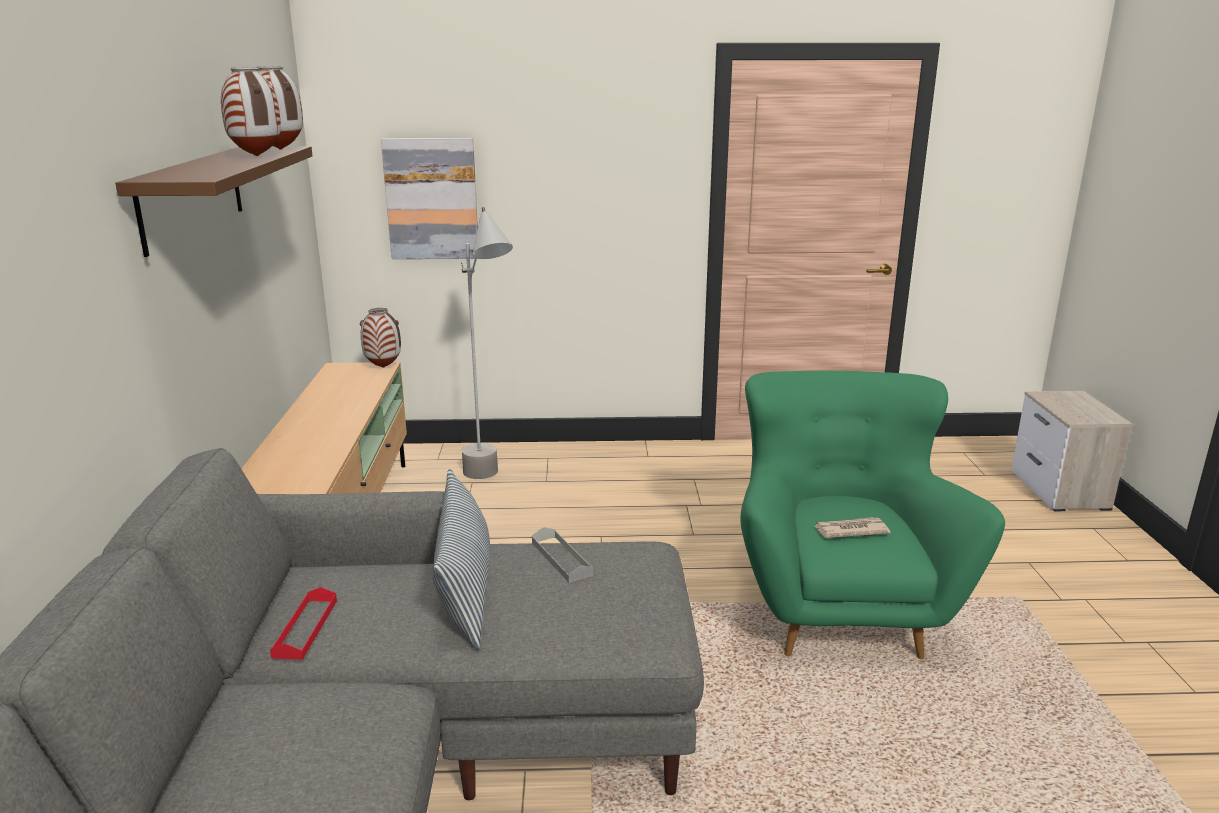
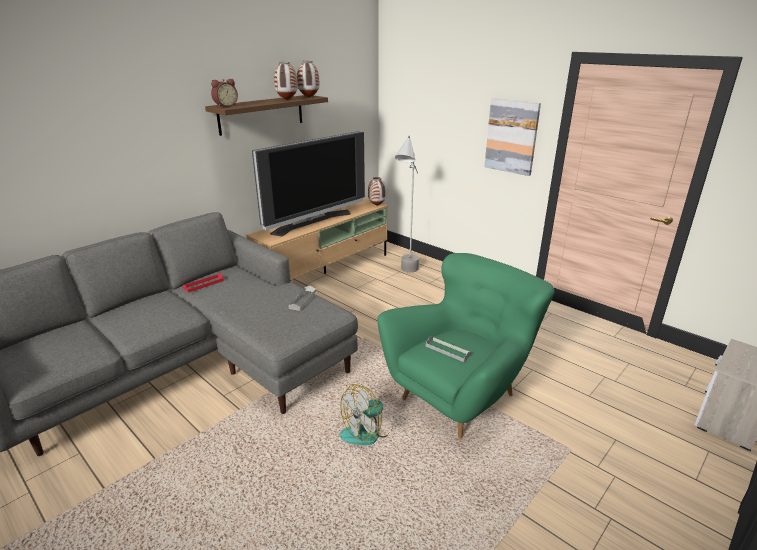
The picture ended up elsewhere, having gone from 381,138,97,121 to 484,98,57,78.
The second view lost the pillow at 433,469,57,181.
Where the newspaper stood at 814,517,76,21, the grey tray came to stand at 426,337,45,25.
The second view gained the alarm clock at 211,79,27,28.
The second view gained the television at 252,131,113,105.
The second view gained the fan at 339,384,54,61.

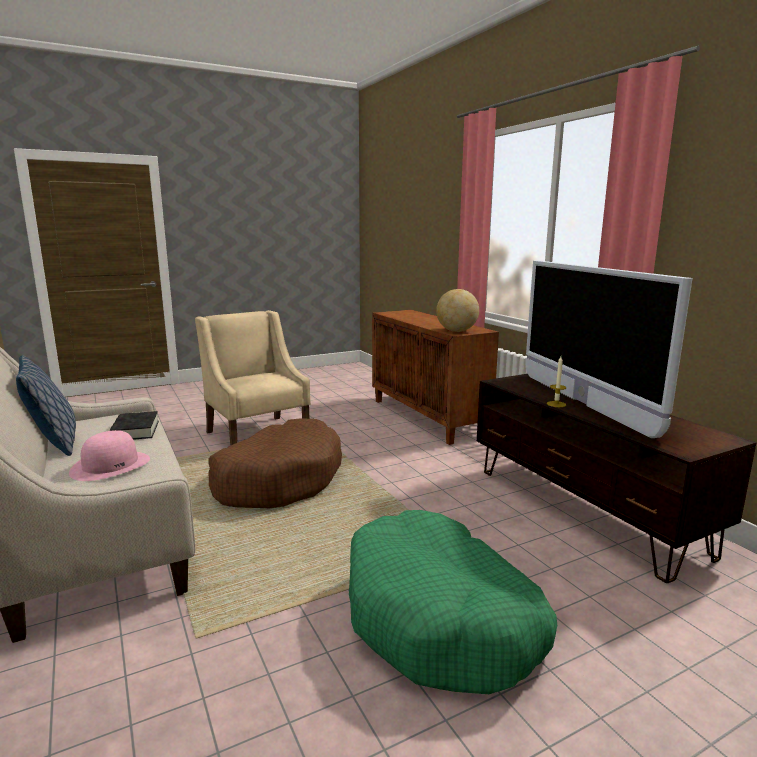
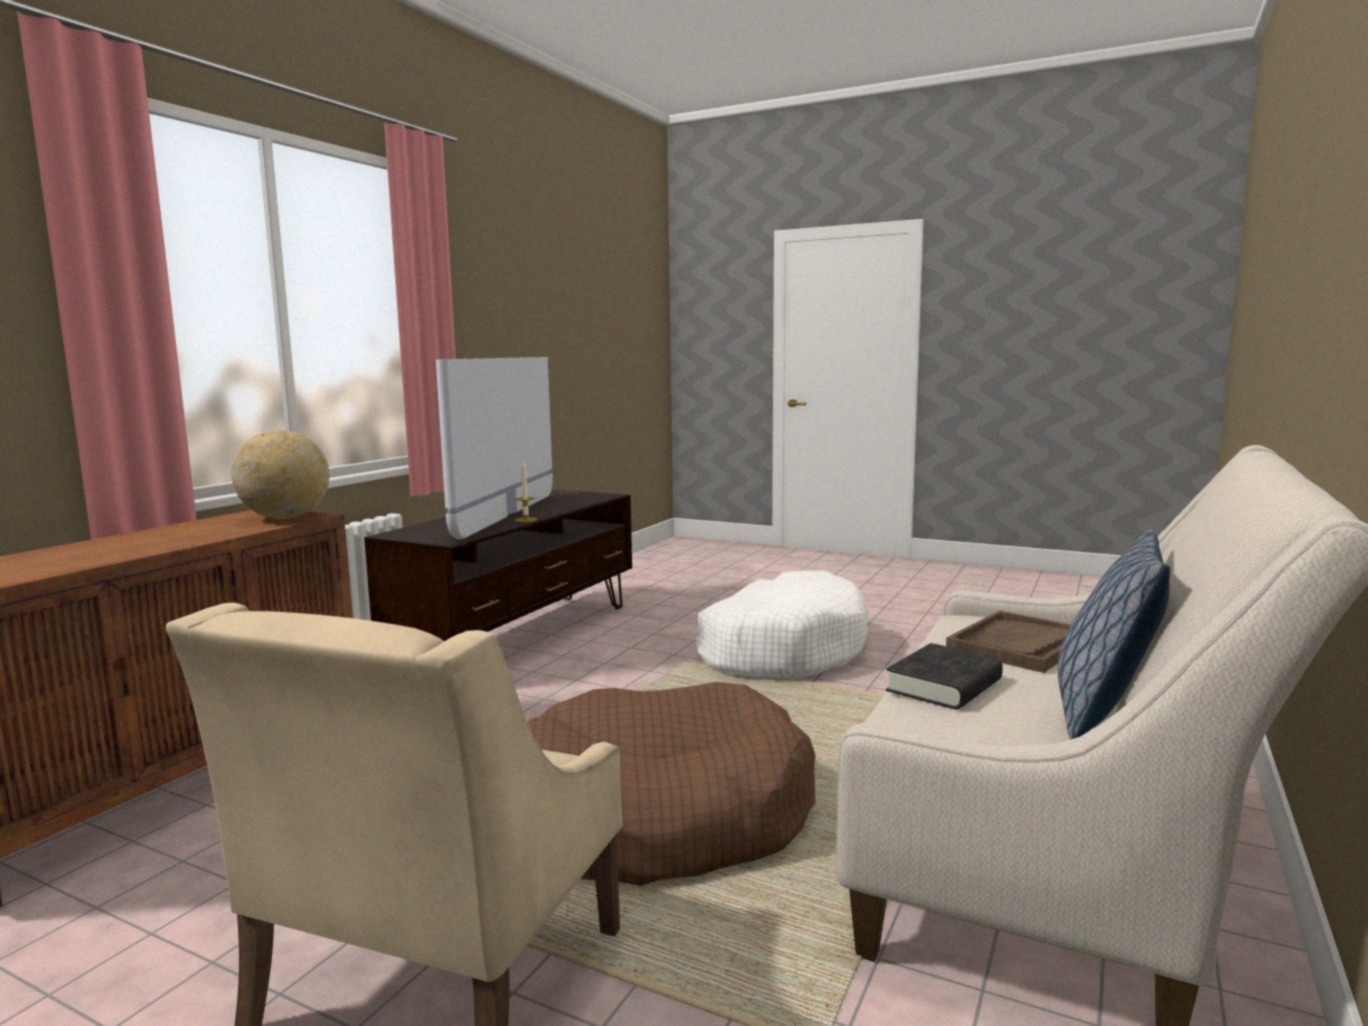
Where the pink hat stood at 69,430,81,51, the brown tray came to stand at 946,610,125,63.
What was the green dog bed at 349,510,208,184 turned into the white dog bed at 695,571,174,107.
The television at 525,261,168,177 ended up facing another way, 150 degrees clockwise from before.

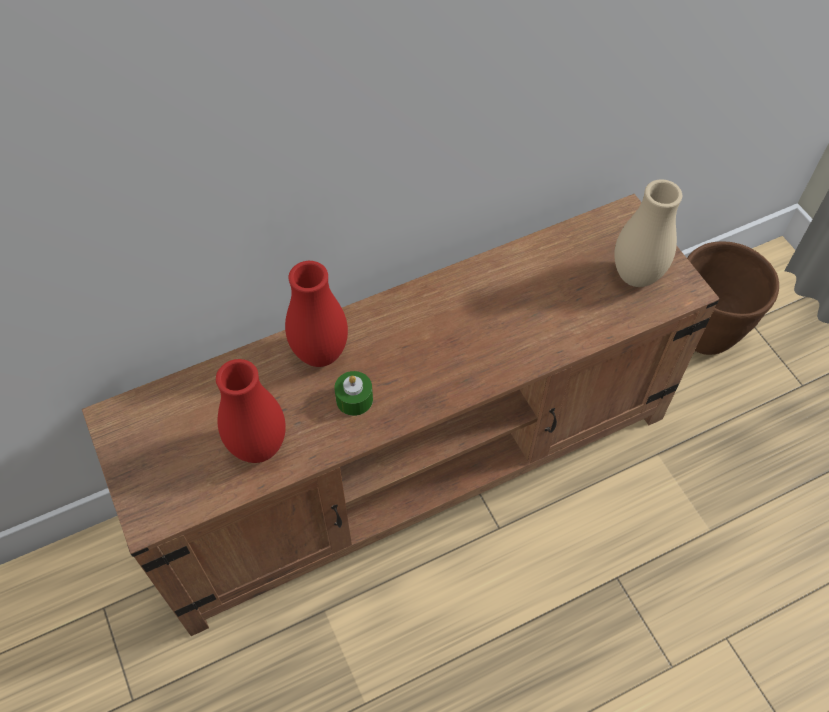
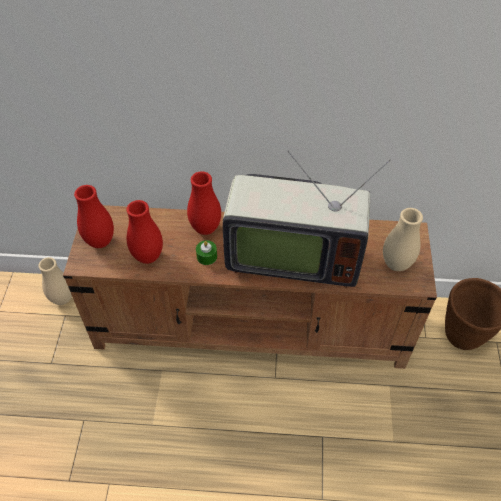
The second view gained the beige vase at 38,257,34,48.
The second view gained the red vase at 74,185,40,63.
The second view gained the television at 223,150,168,138.

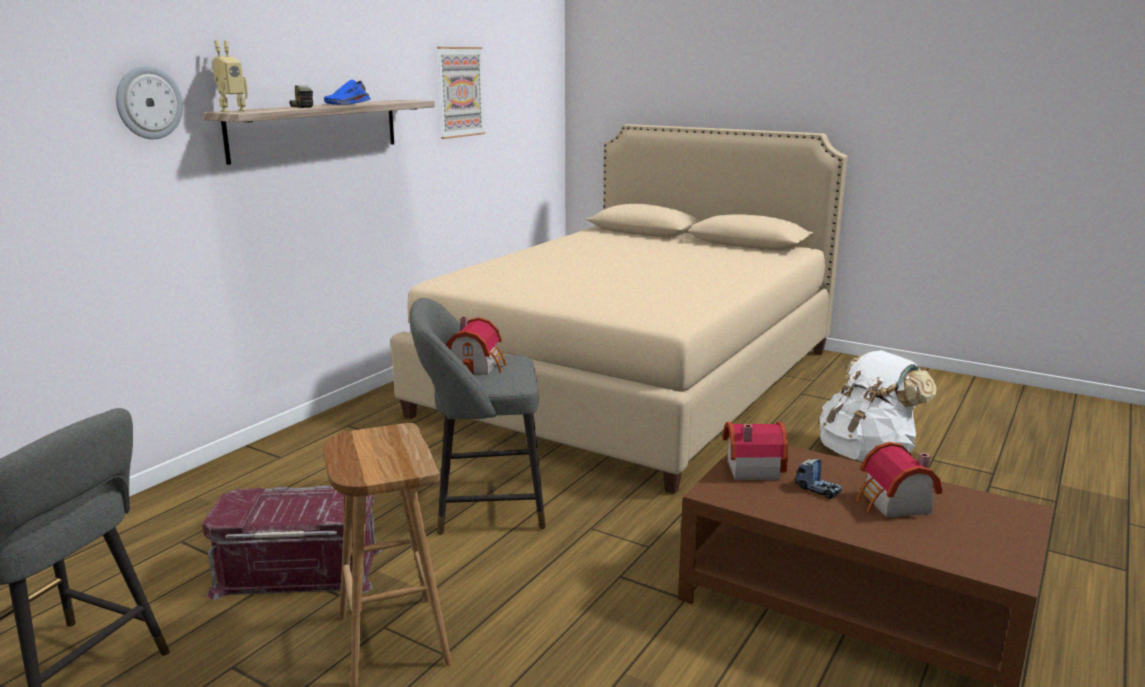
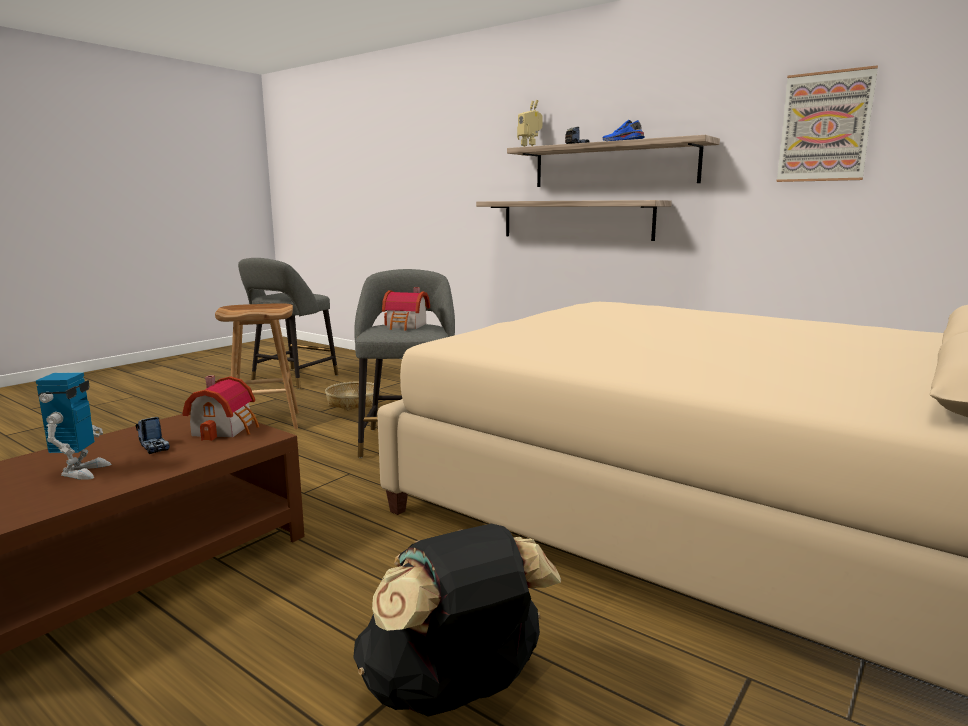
The second view lost the wall clock at 116,65,67,74.
Where the red storage box stood at 202,485,180,115, the basket came to stand at 325,381,55,29.
The toy truck at 795,459,47,40 ended up facing another way, 90 degrees counterclockwise from before.
What was the white backpack at 819,350,118,112 turned into the black backpack at 353,524,208,193.
Where the toy house stood at 856,442,86,75, the toy robot came to stand at 36,372,75,107.
The second view gained the shelf at 476,200,196,41.

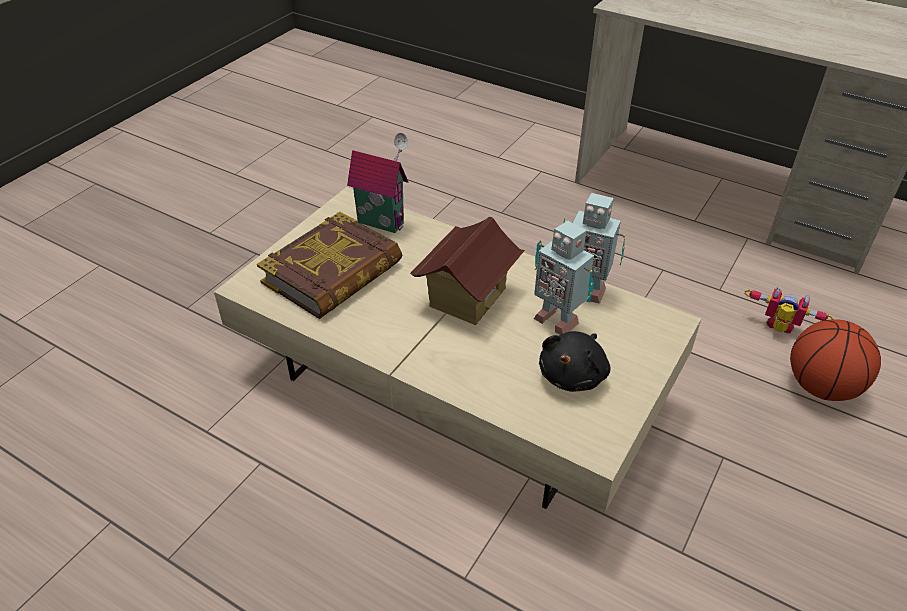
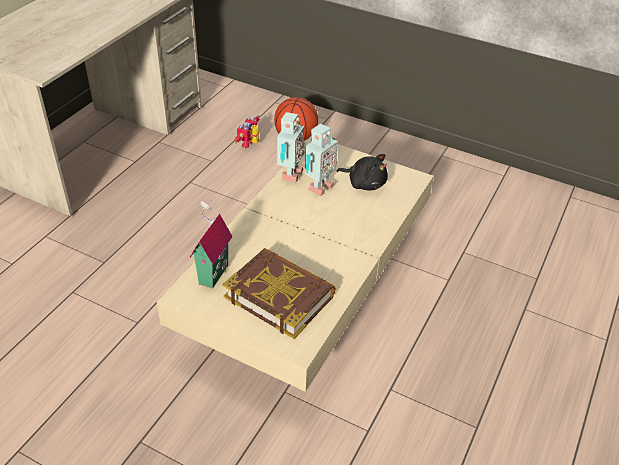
The second view lost the toy house at 410,217,115,108.

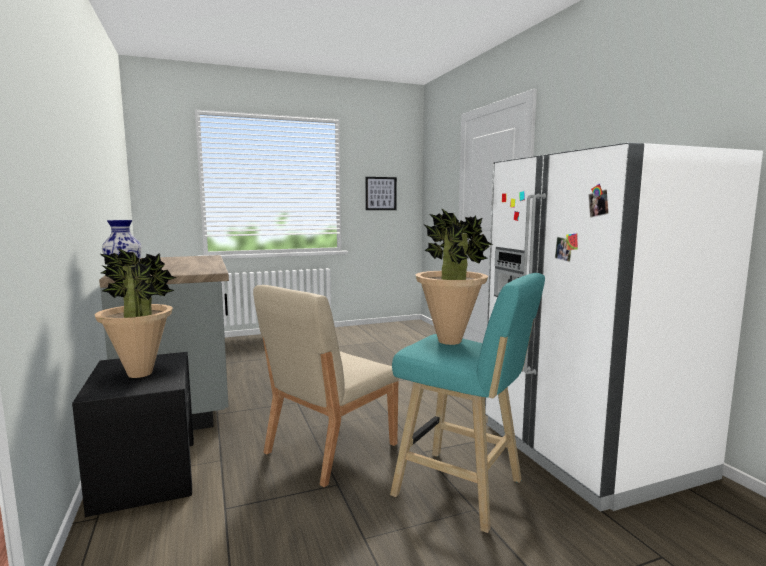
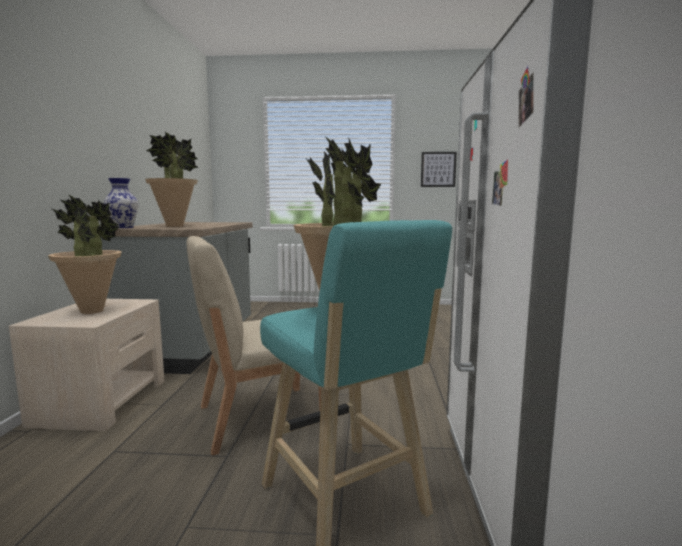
What was the black nightstand at 72,352,122,165 turned into the beige nightstand at 9,299,156,132.
The second view gained the potted plant at 145,131,53,96.

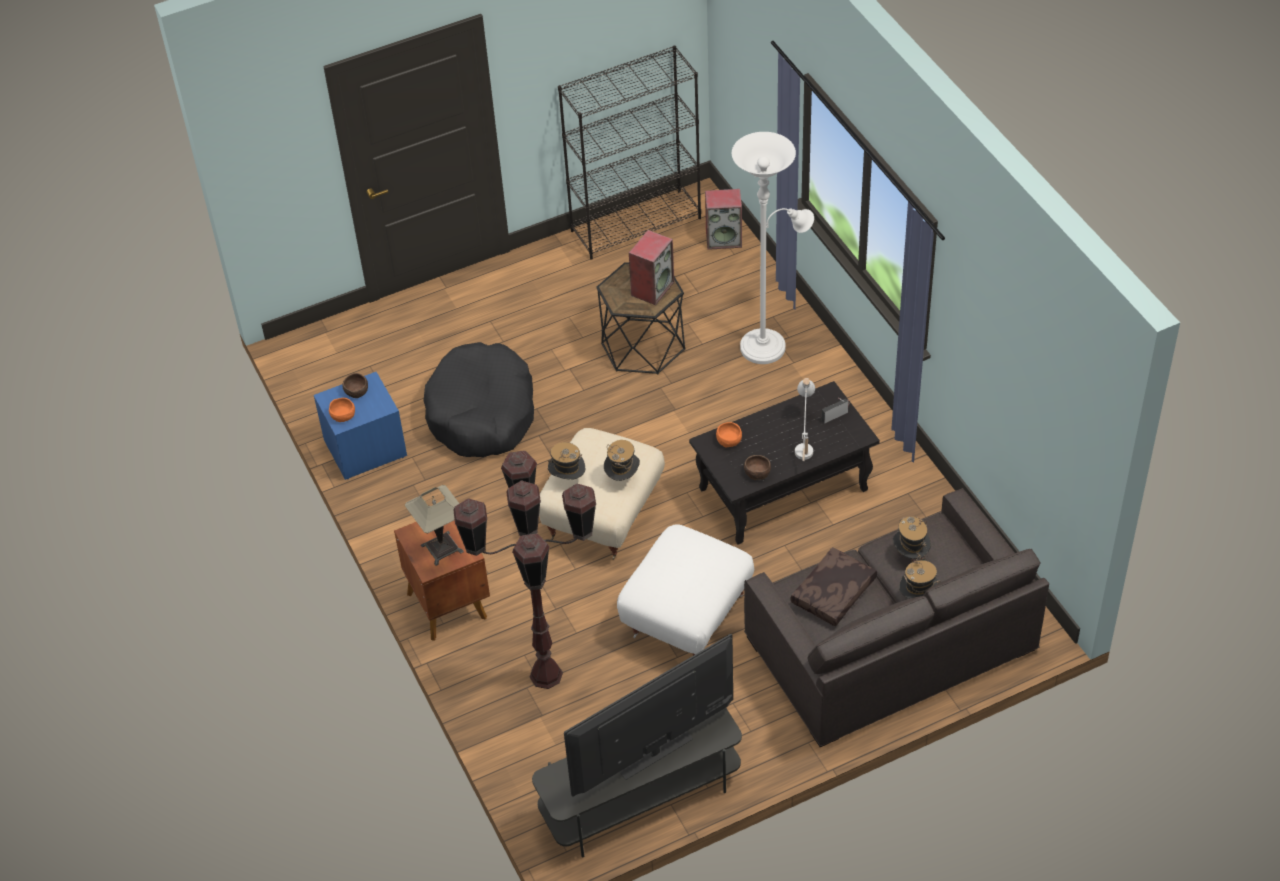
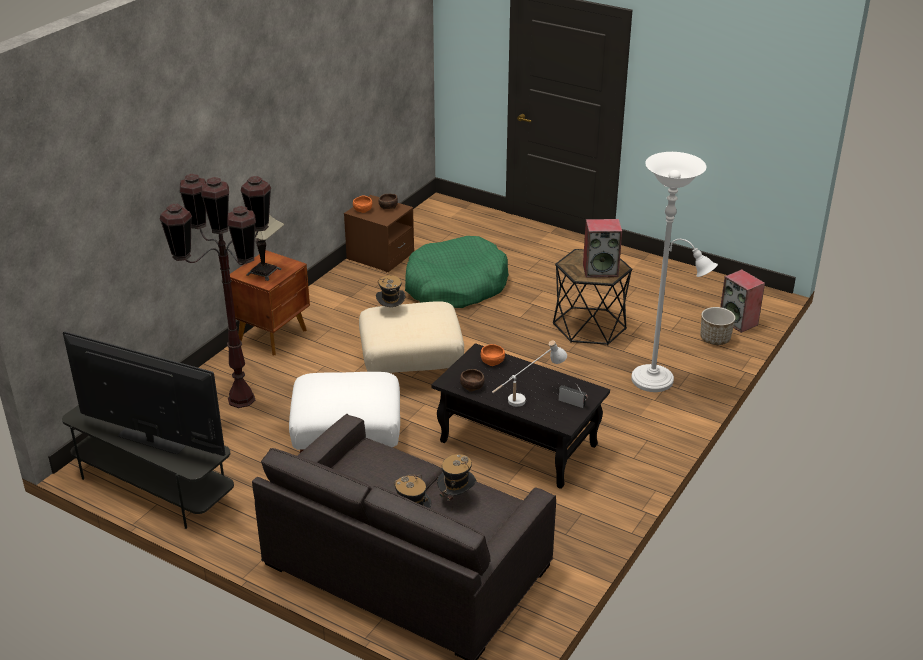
What was the blue nightstand at 314,372,93,108 turned into the brown nightstand at 344,195,70,77.
What was the black dog bed at 423,342,111,115 turned into the green dog bed at 405,236,104,72.
The second view lost the black bookcase at 558,46,143,213.
The second view lost the hat at 604,440,36,41.
The second view lost the brown pillow at 790,547,87,79.
The second view gained the planter at 700,307,35,38.

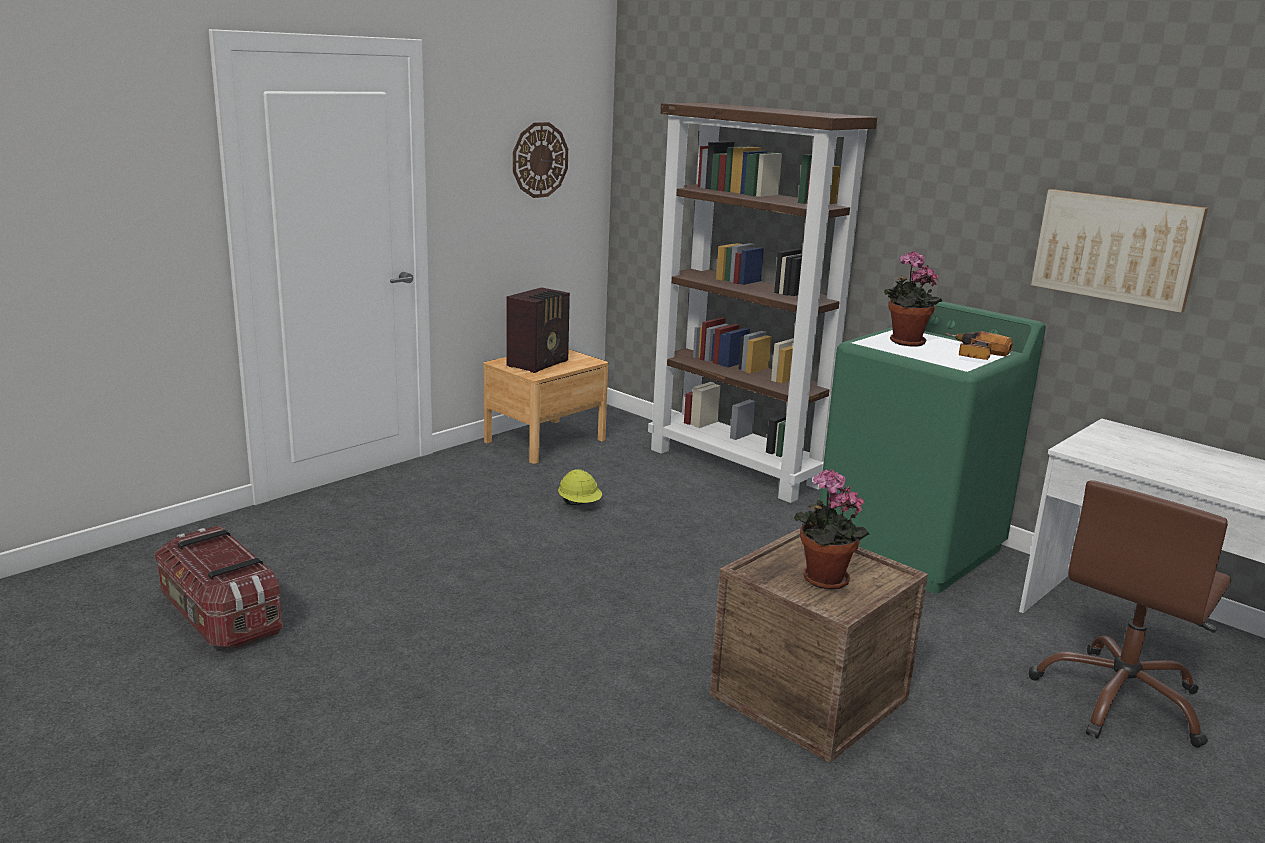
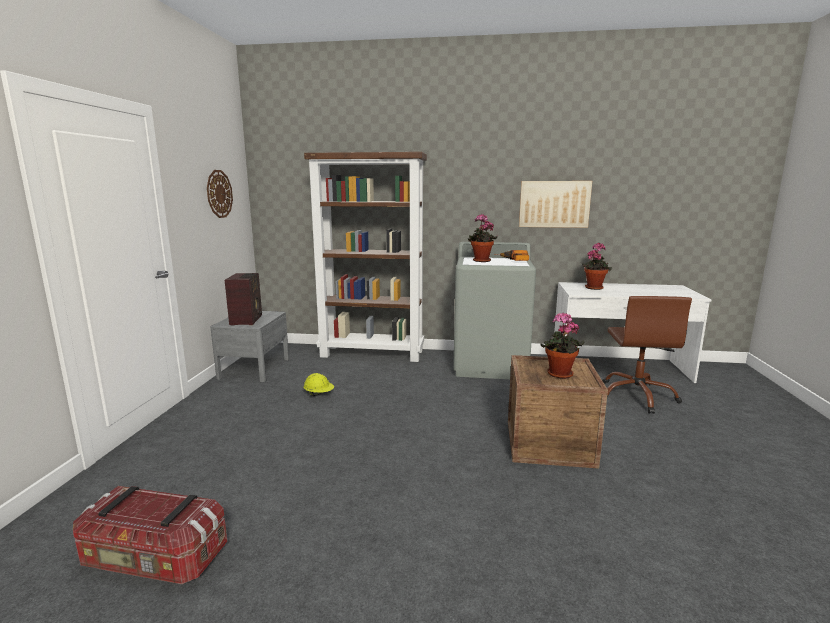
What was the brown nightstand at 483,349,125,115 turned into the grey nightstand at 210,311,79,71.
What was the green washing machine at 819,301,227,293 turned into the grey washing machine at 453,242,83,137.
The second view gained the potted plant at 582,242,30,48.

